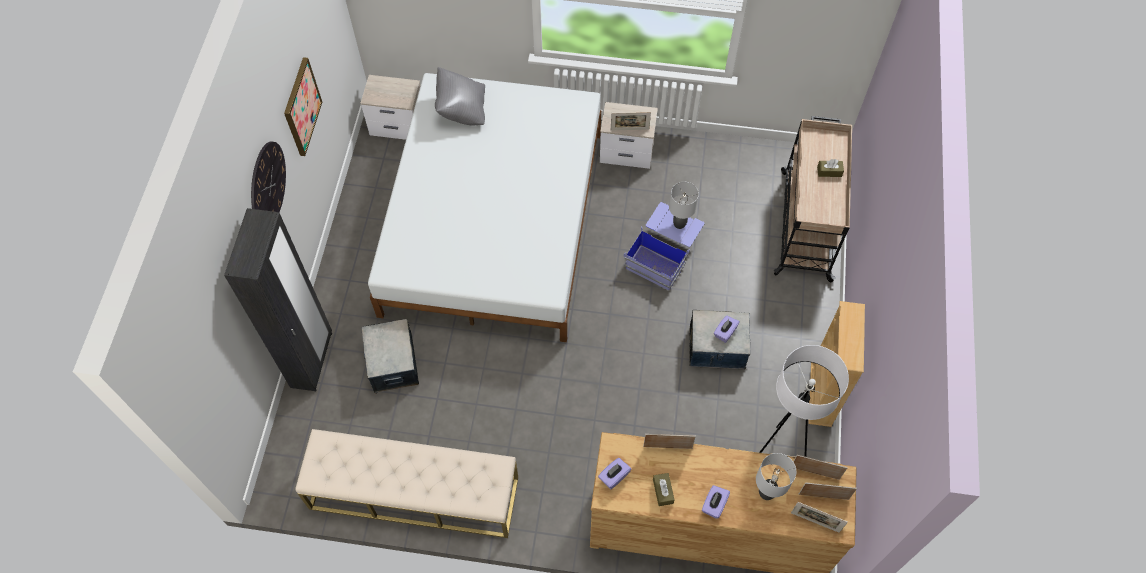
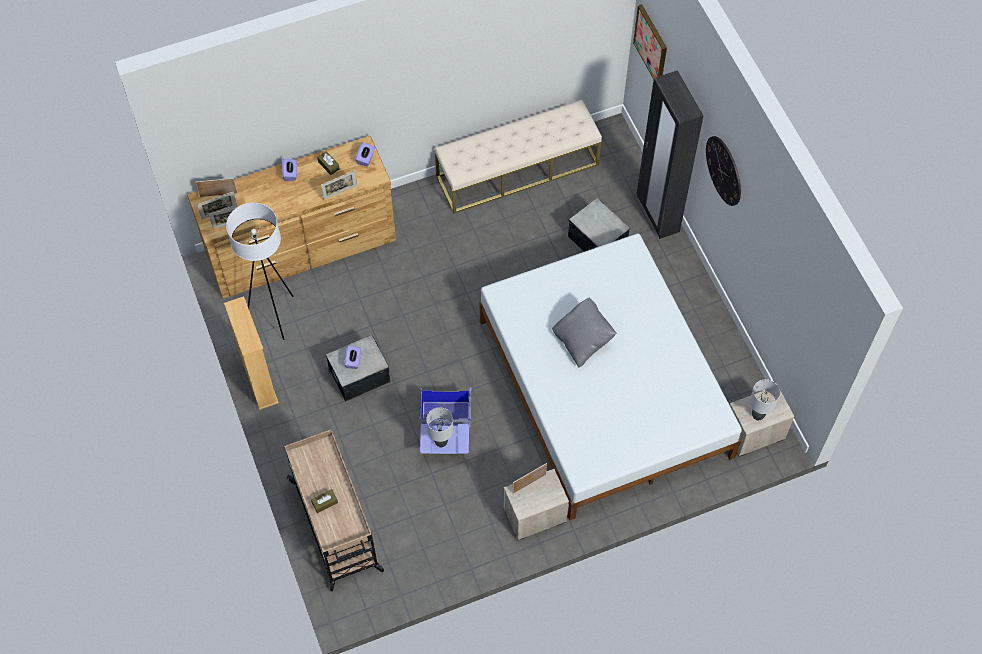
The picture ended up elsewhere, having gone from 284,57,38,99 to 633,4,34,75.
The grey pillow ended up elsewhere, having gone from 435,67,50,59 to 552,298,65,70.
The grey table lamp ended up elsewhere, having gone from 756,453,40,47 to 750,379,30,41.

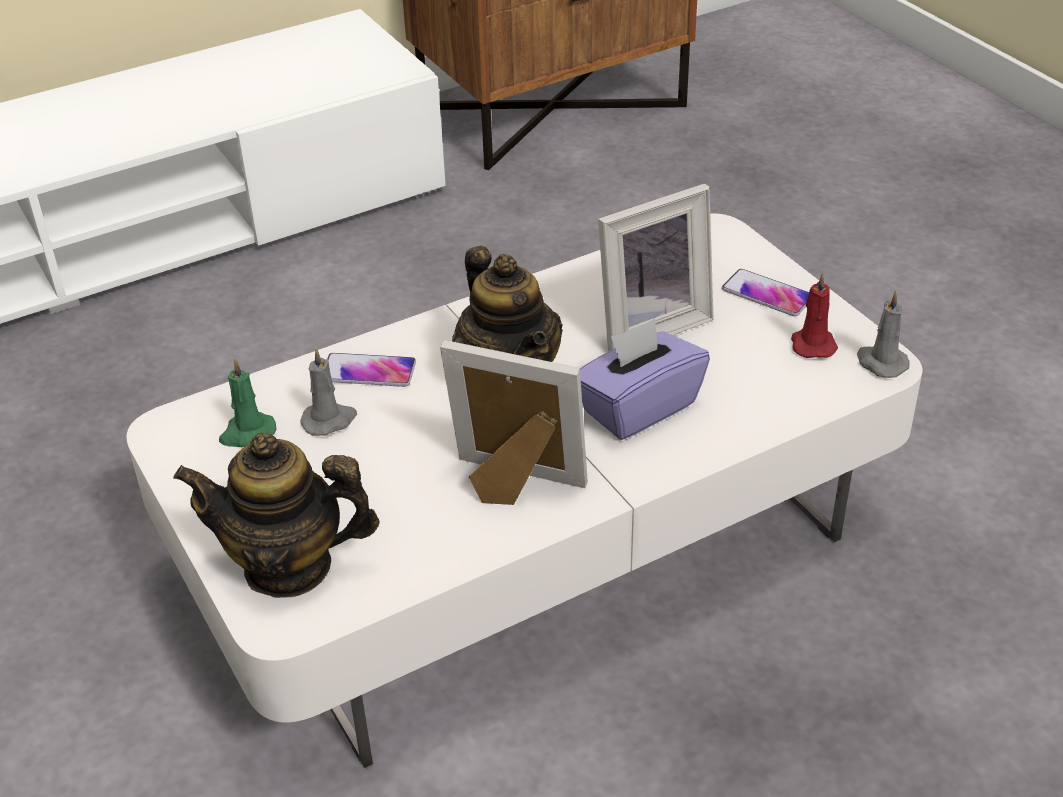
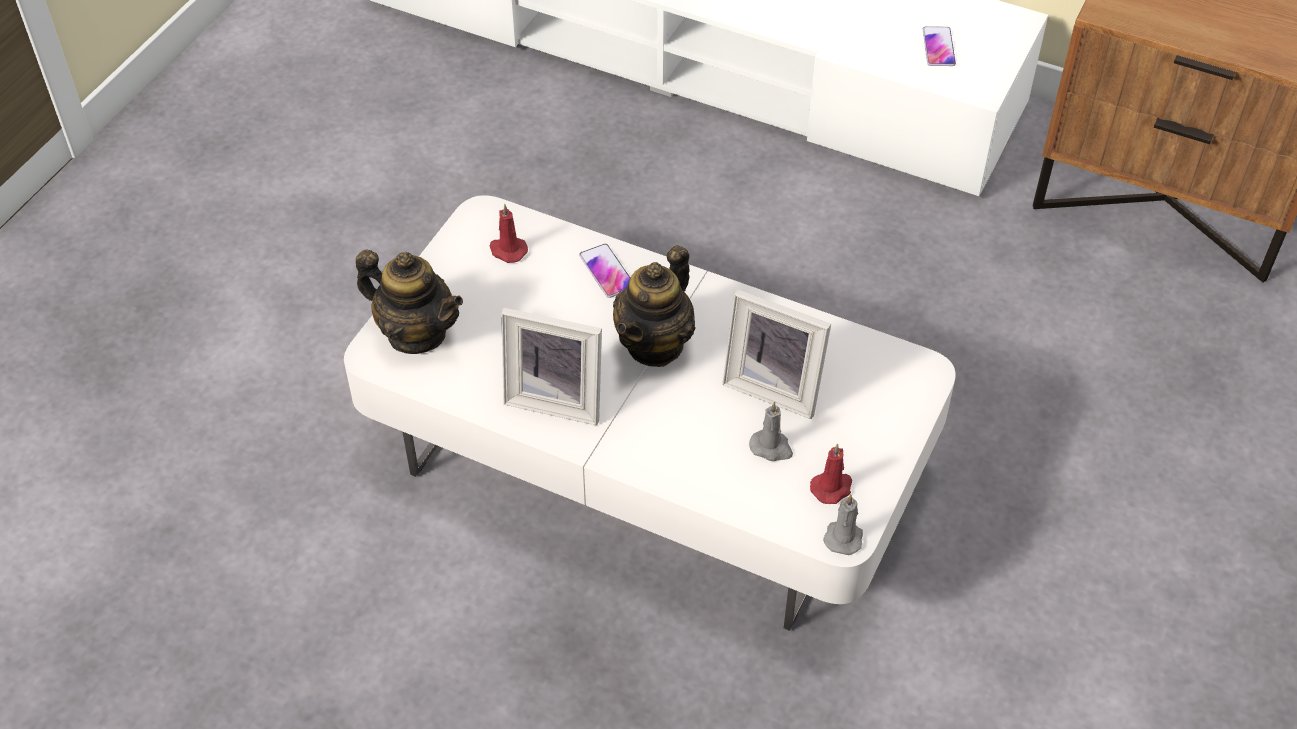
The teapot at 173,432,207,166 ended up facing another way, 150 degrees clockwise from before.
What was the green candle at 219,359,57,88 turned into the red candle at 490,204,38,59.
The grey candle ended up elsewhere, having gone from 300,348,57,88 to 749,401,44,60.
The picture frame at 440,340,148,165 ended up facing another way, 120 degrees clockwise from before.
The second view lost the purple tissue box at 580,318,130,122.
The phone ended up elsewhere, having gone from 722,269,87,47 to 923,26,33,40.

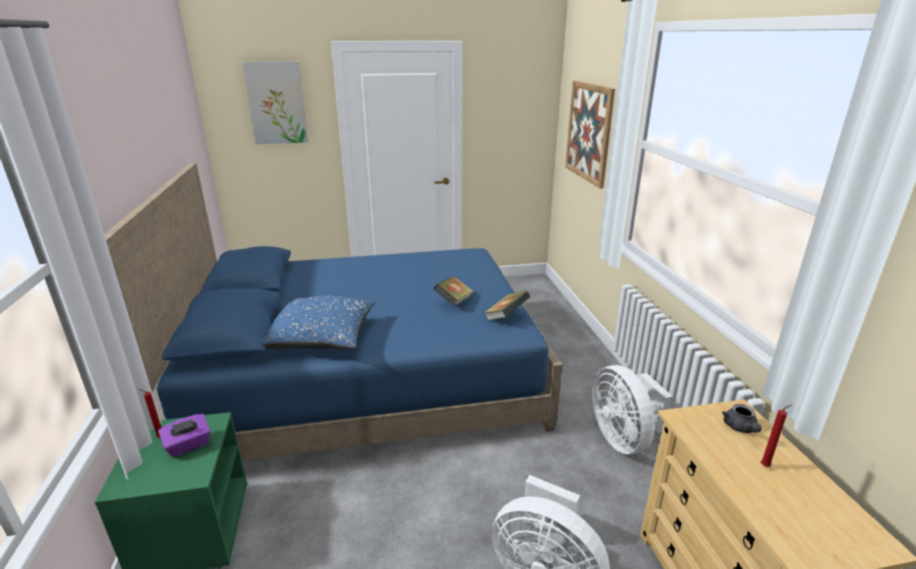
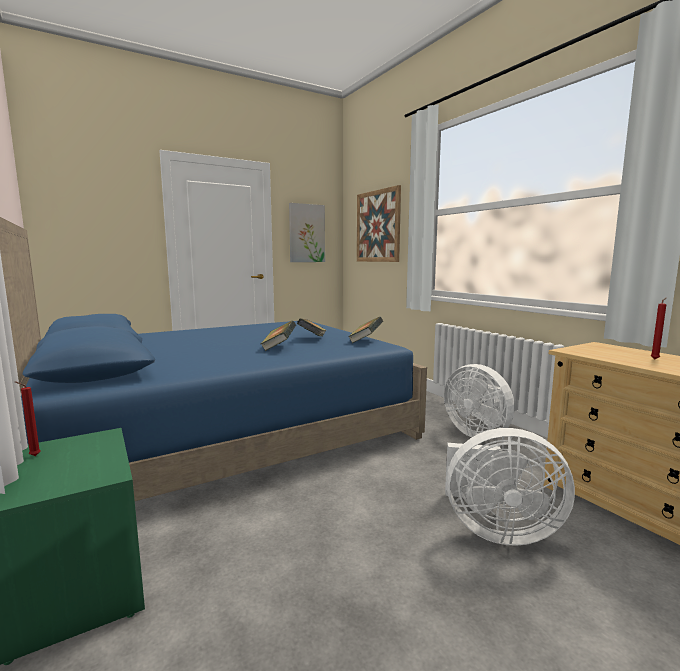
The second view lost the purple tissue box at 158,414,52,43.
The picture ended up elsewhere, having gone from 243,61,65,83 to 289,203,36,59.
The second view lost the blue pillow at 261,296,114,54.
The second view lost the grey teapot at 722,404,40,29.
The second view gained the book at 261,320,35,31.

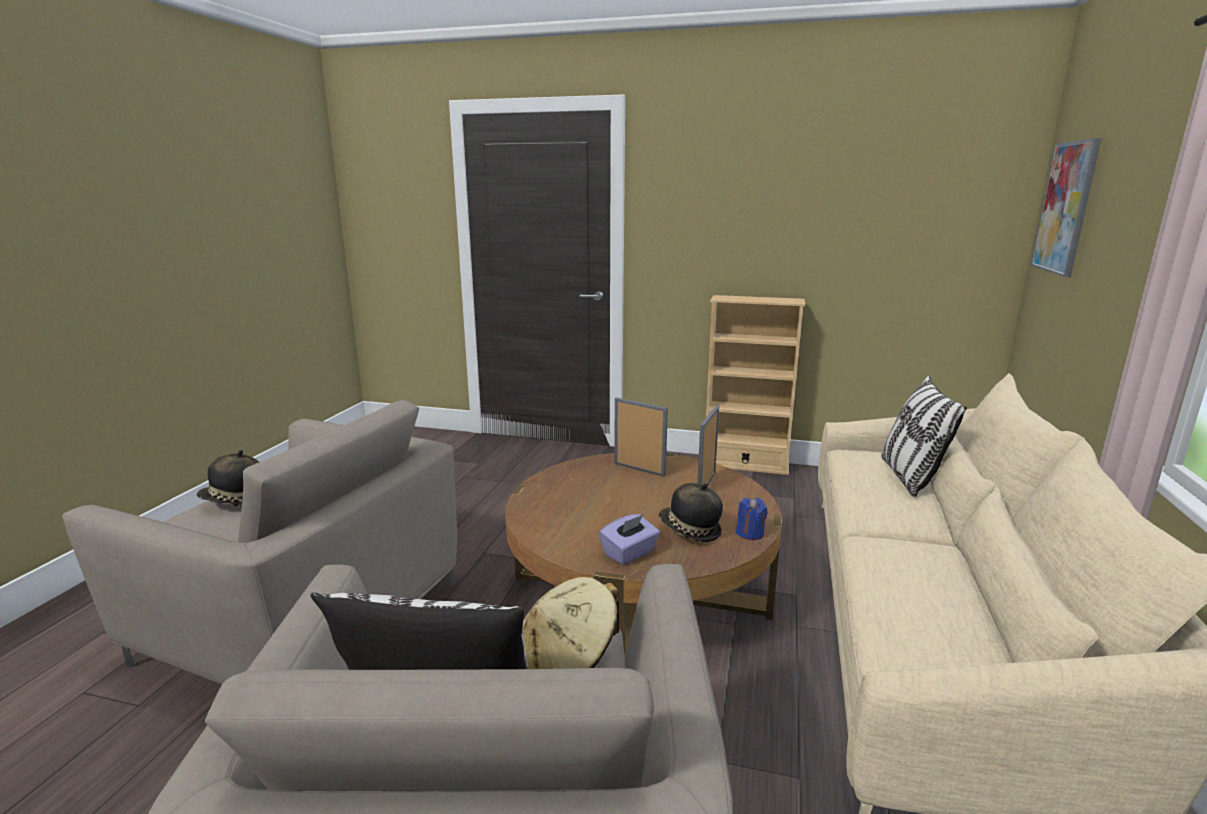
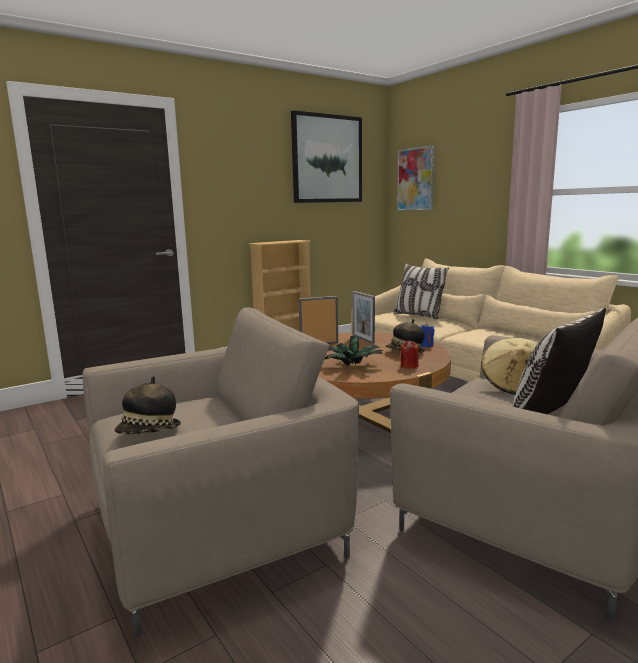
Where the purple tissue box stood at 599,514,61,51, the red candle came to stand at 400,341,19,28.
The second view gained the picture at 291,110,71,93.
The second view gained the potted plant at 324,336,59,30.

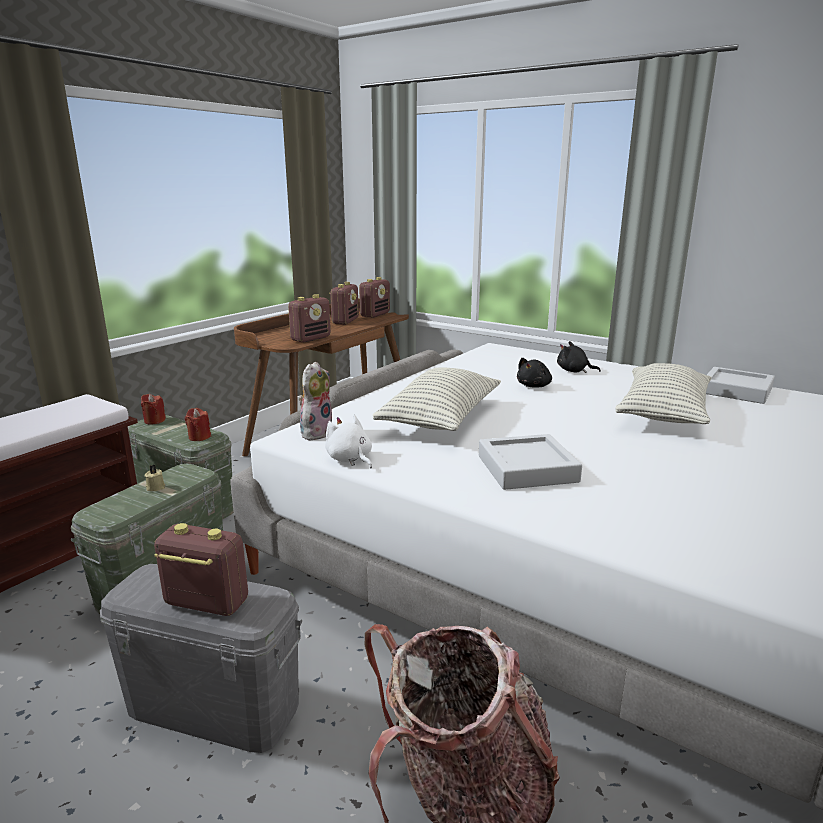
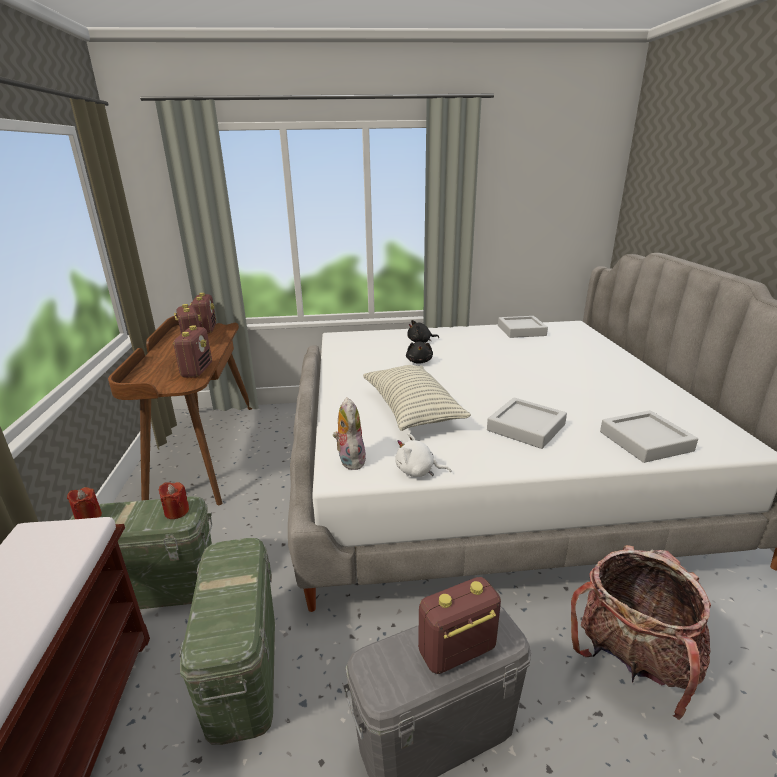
The second view lost the beige candle at 144,465,21,26.
The second view lost the pillow at 615,363,97,61.
The second view gained the grey tray at 600,410,98,53.

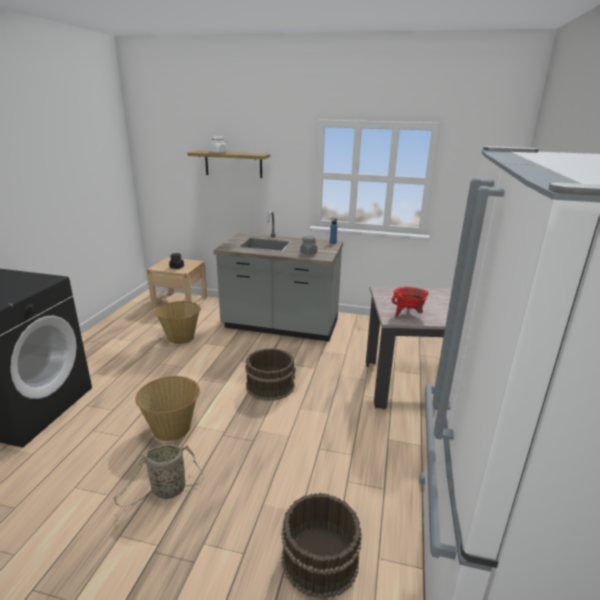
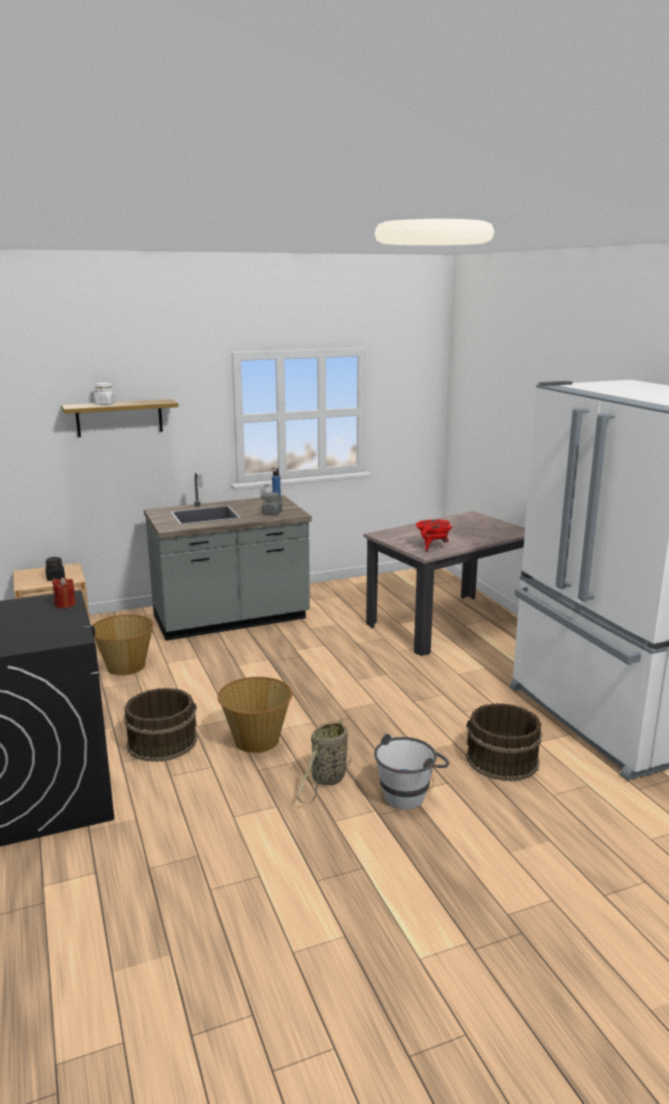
The brown bucket ended up elsewhere, having gone from 245,348,51,53 to 124,688,74,74.
The second view gained the red candle at 53,577,23,31.
The second view gained the white bucket at 374,734,75,76.

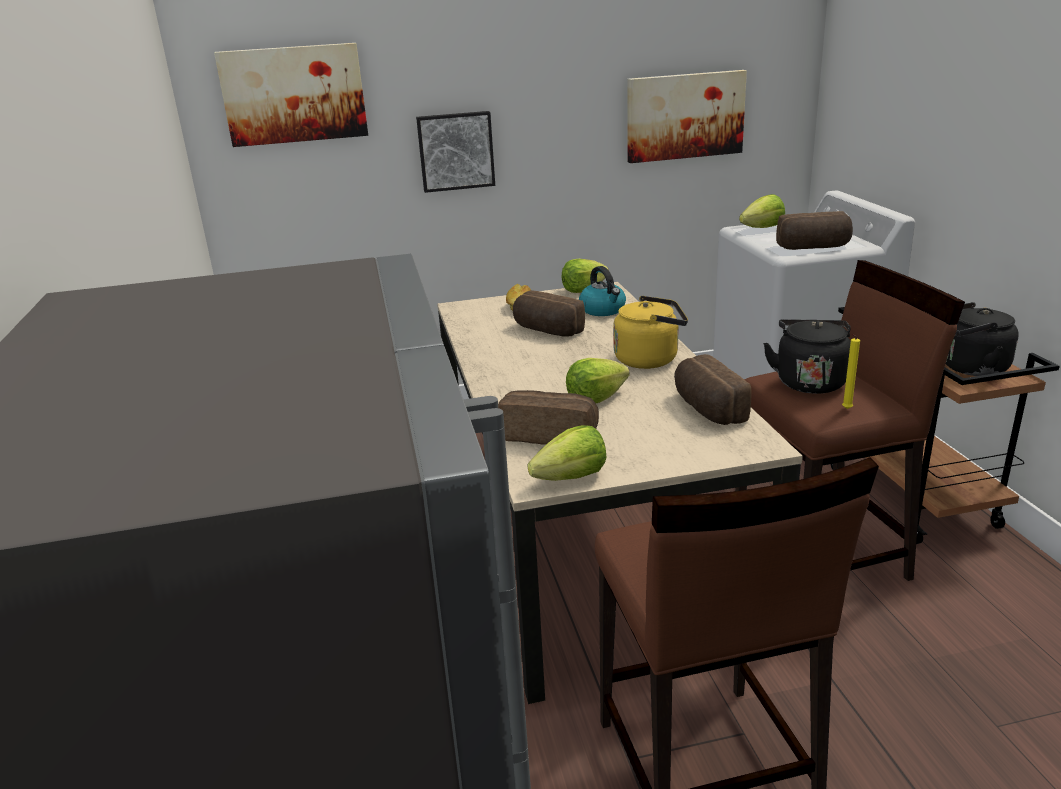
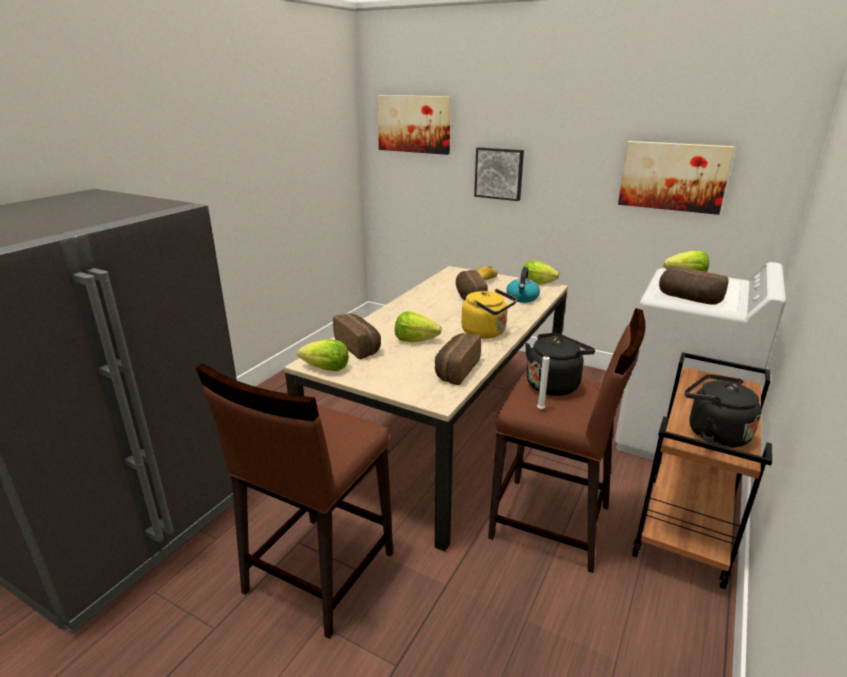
What was the yellow candle at 842,334,18,75 turned into the white candle at 537,352,13,57.

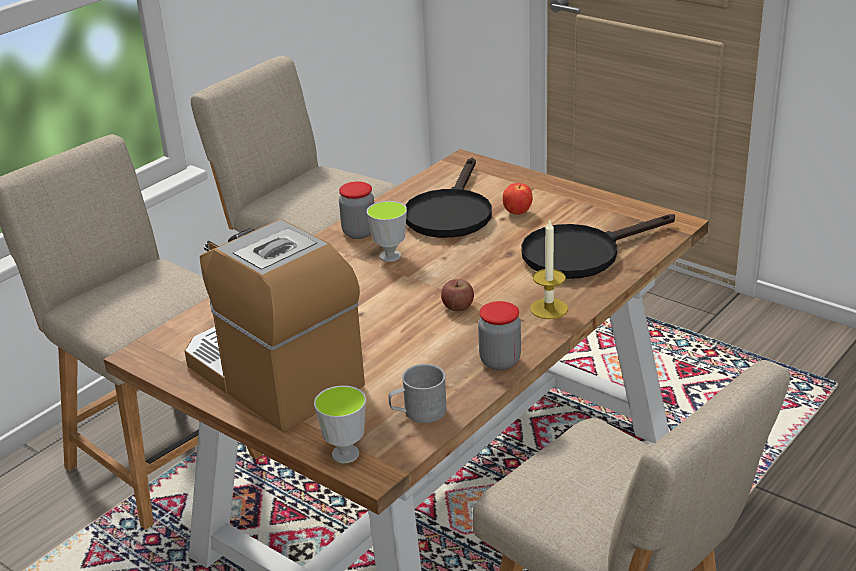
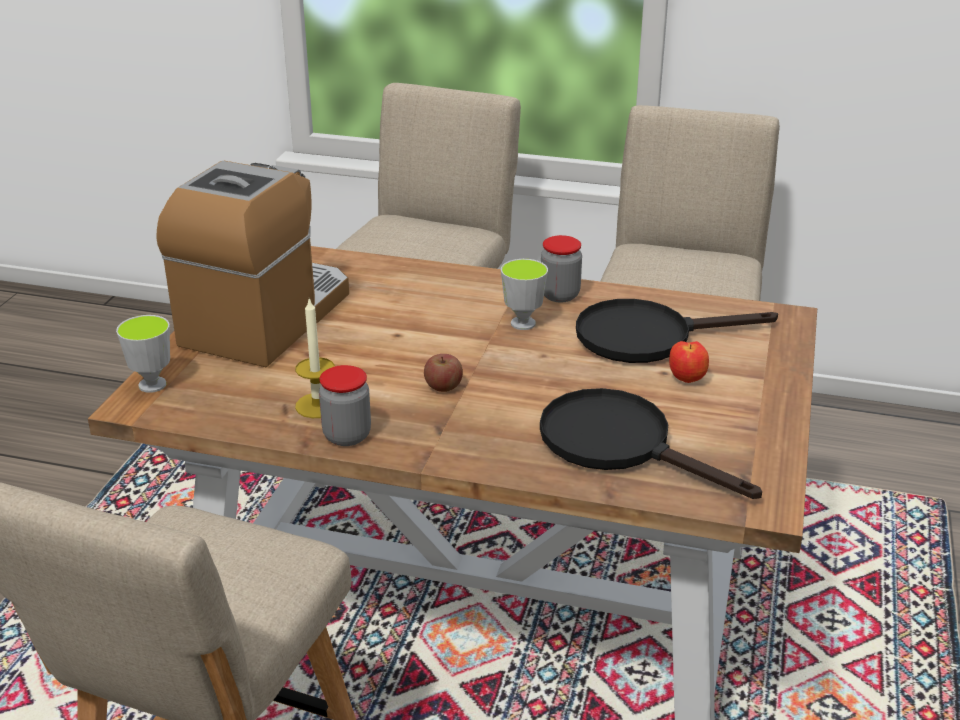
The second view lost the grey mug at 388,364,58,59.
The candle ended up elsewhere, having gone from 530,219,38,100 to 295,298,40,120.

